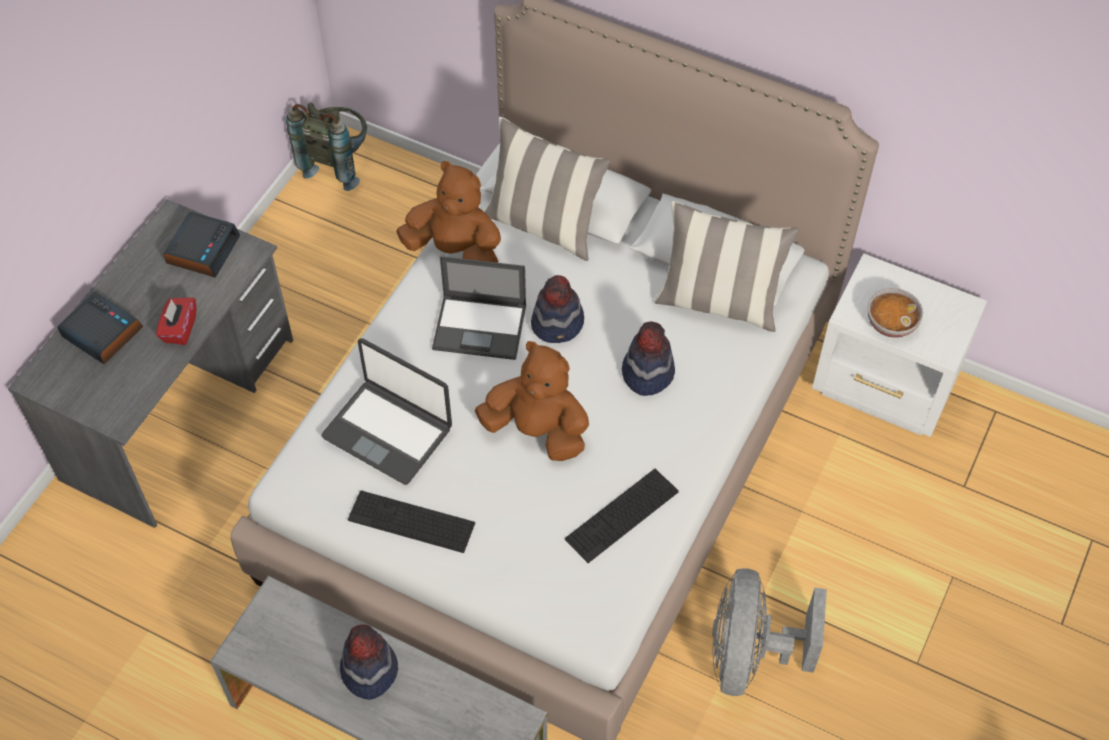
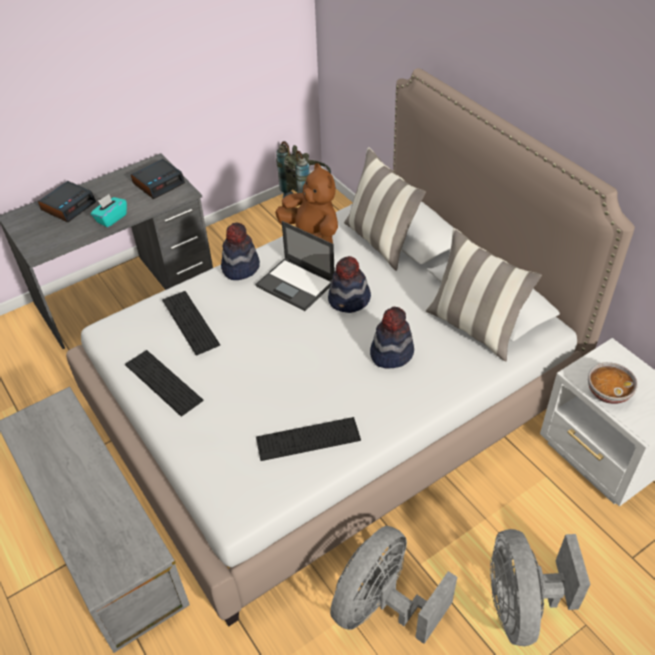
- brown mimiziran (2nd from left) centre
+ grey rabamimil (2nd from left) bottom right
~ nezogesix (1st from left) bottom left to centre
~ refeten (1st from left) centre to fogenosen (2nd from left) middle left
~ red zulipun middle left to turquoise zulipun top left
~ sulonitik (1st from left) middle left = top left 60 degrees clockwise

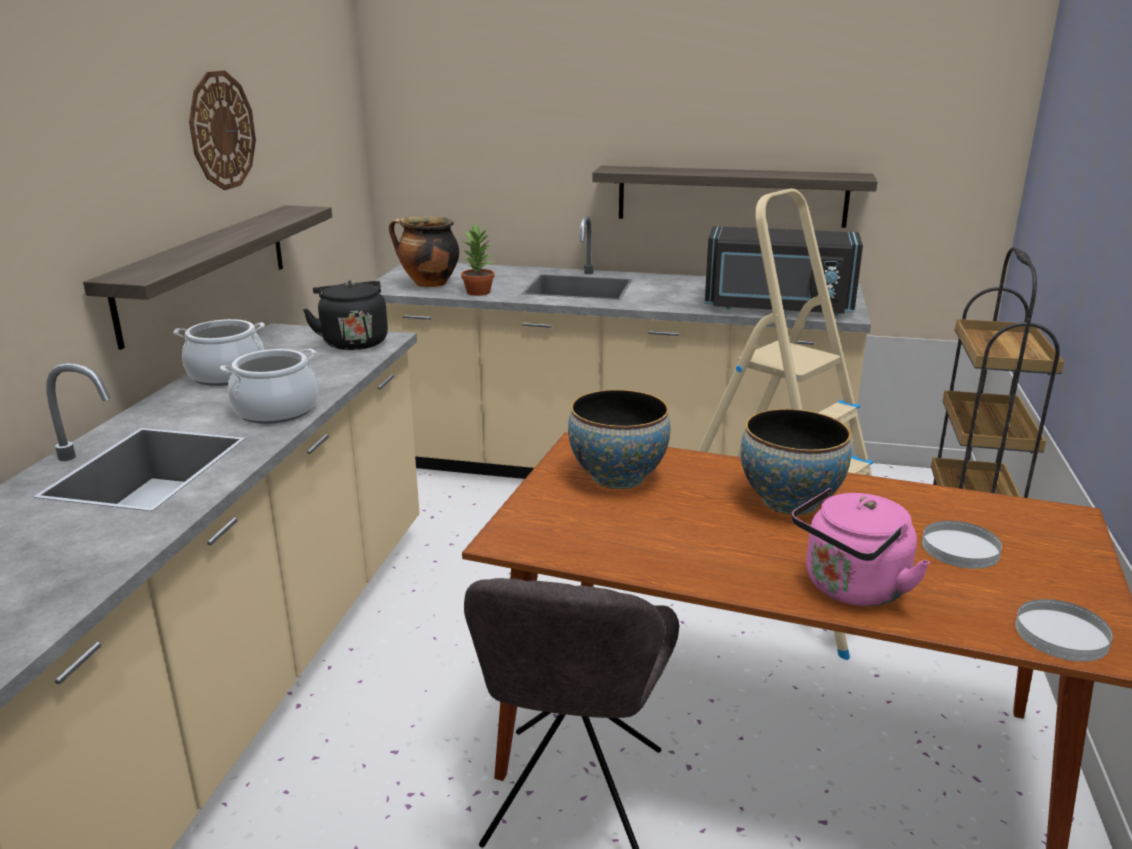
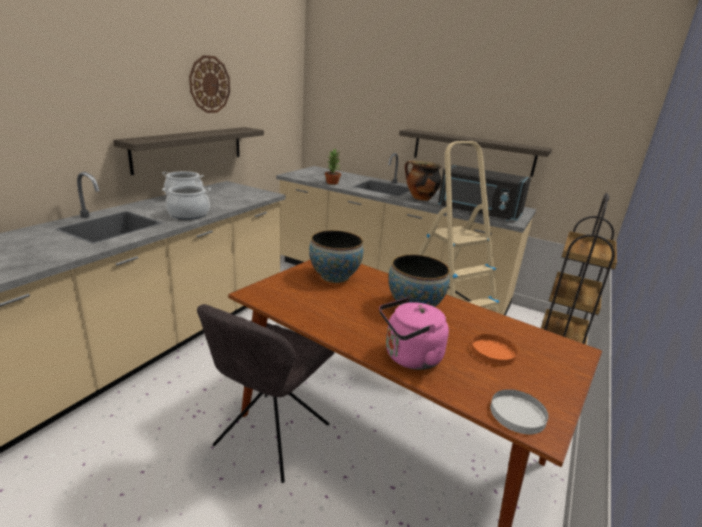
- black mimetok middle left
~ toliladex (3rd from left) top centre to centre
~ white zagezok (1st from left) middle right to orange zagezok middle right

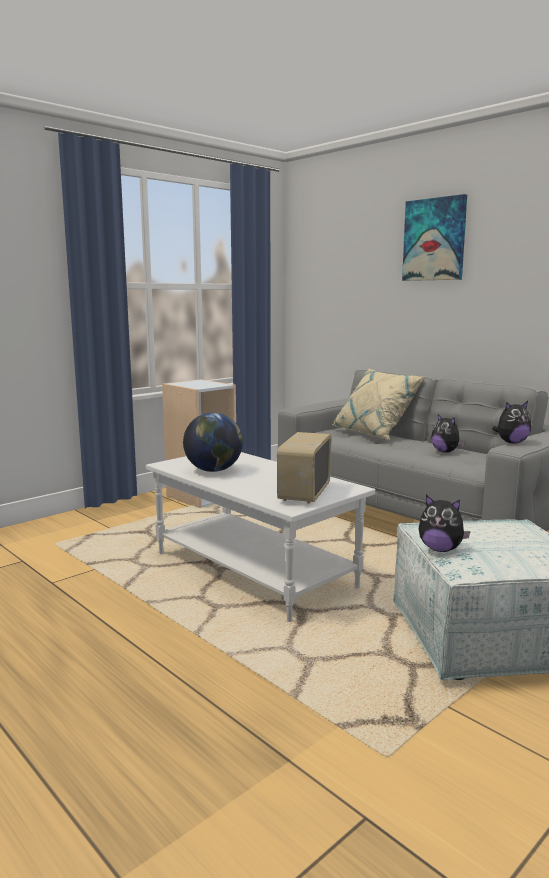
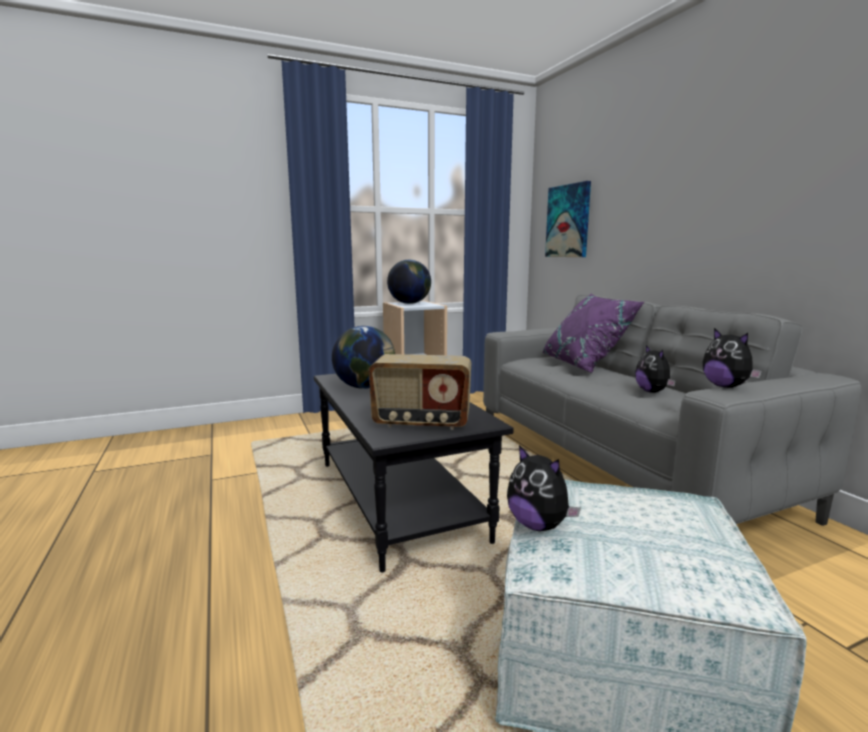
+ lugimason (2nd from left) centre
~ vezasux top right to top centre
~ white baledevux centre to black baledevux centre
~ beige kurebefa middle right to purple kurebefa middle right
~ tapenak centre = centre 120 degrees counterclockwise
~ mimiziran (3rd from left) middle right = middle right 60 degrees clockwise

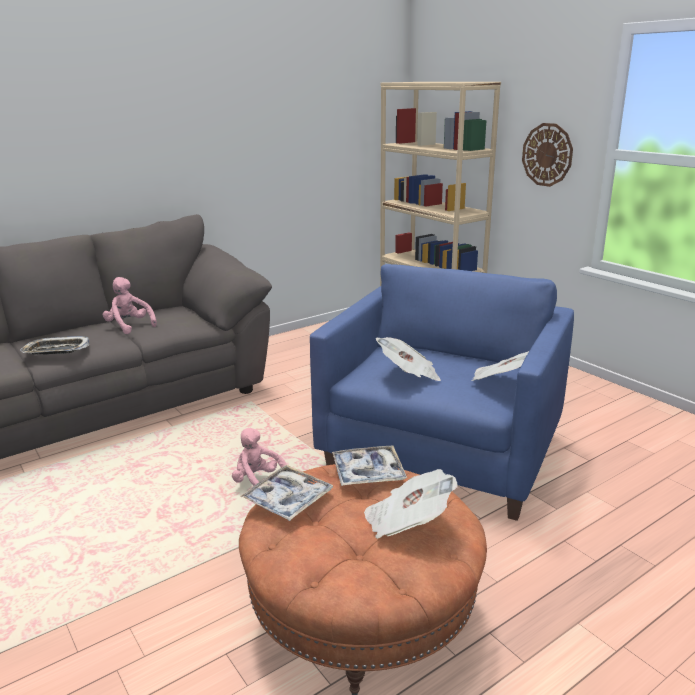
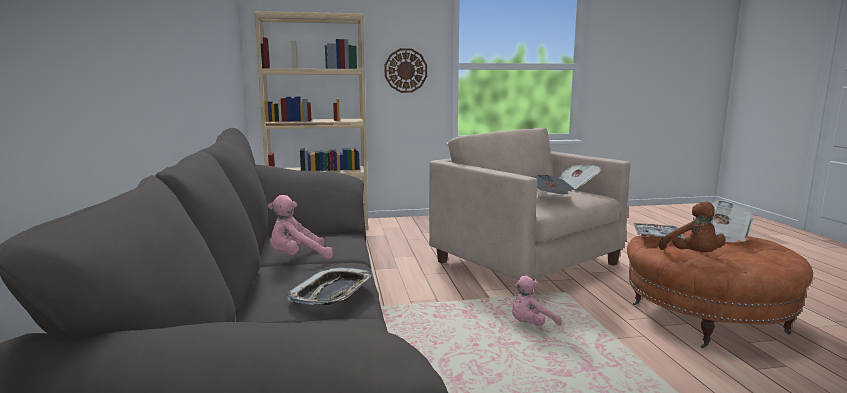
~ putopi (2nd from left) bottom centre to brown mimiziran middle right
~ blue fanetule centre to beige fanetule centre

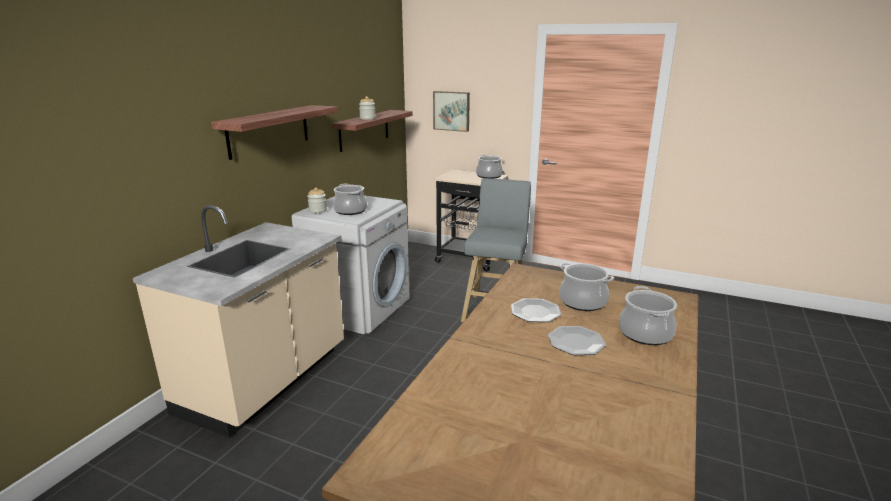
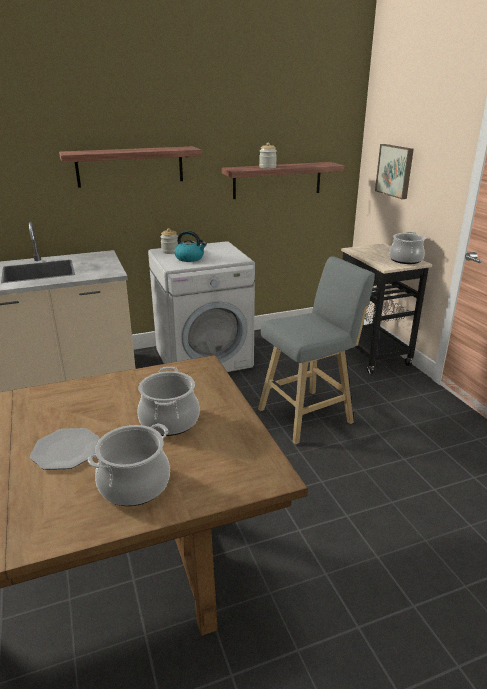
- zagezok (1st from left) centre
~ toliladex (1st from left) centre to mimetok centre

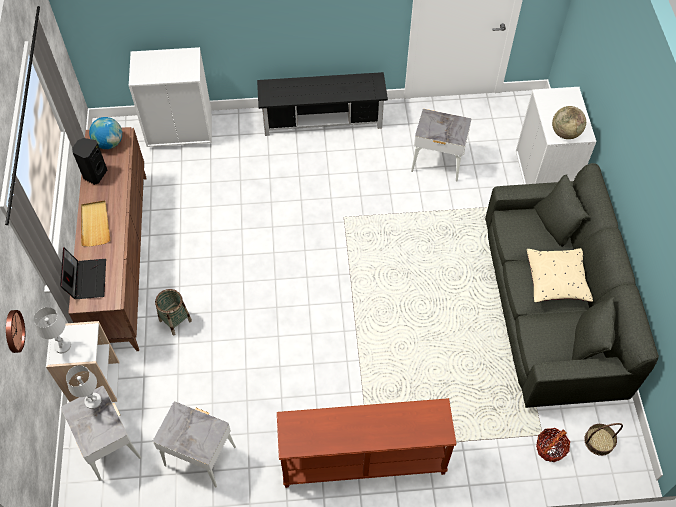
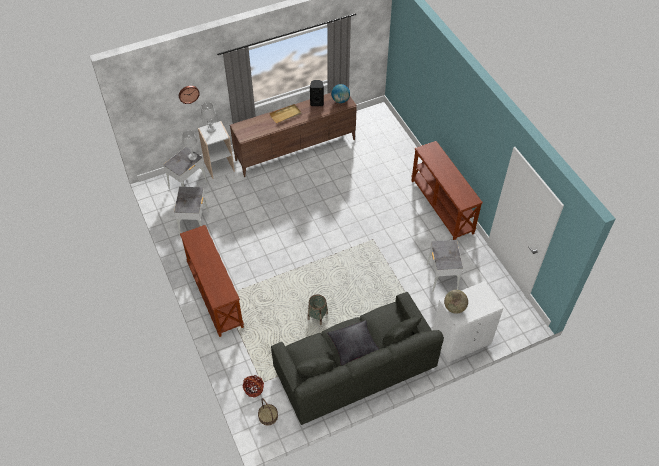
- refeten middle left
- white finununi (1st from left) top left
~ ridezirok (1st from left in the first image) middle left to ridezirok (3rd from left) centre
~ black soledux top centre to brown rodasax (2nd from left) middle right
~ beige kurebefa middle right to black kurebefa bottom centre

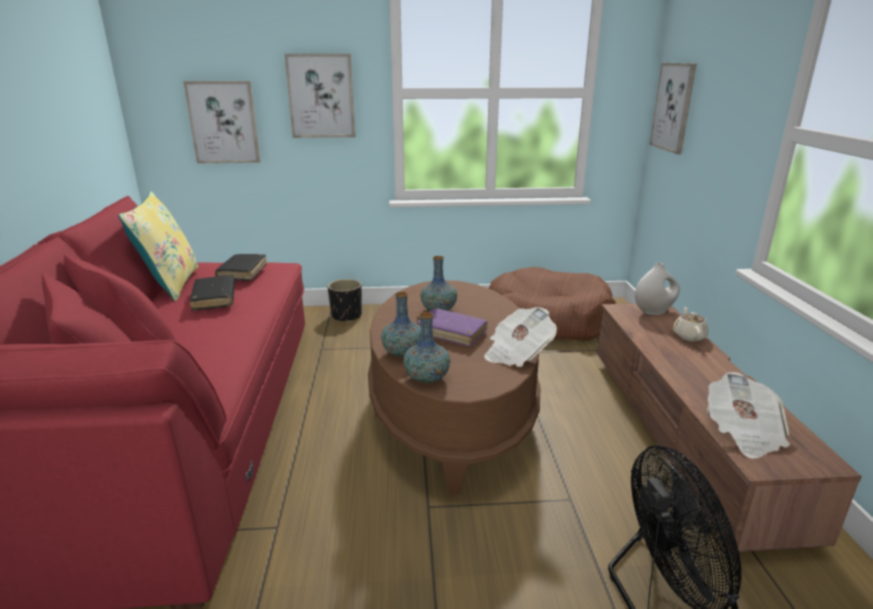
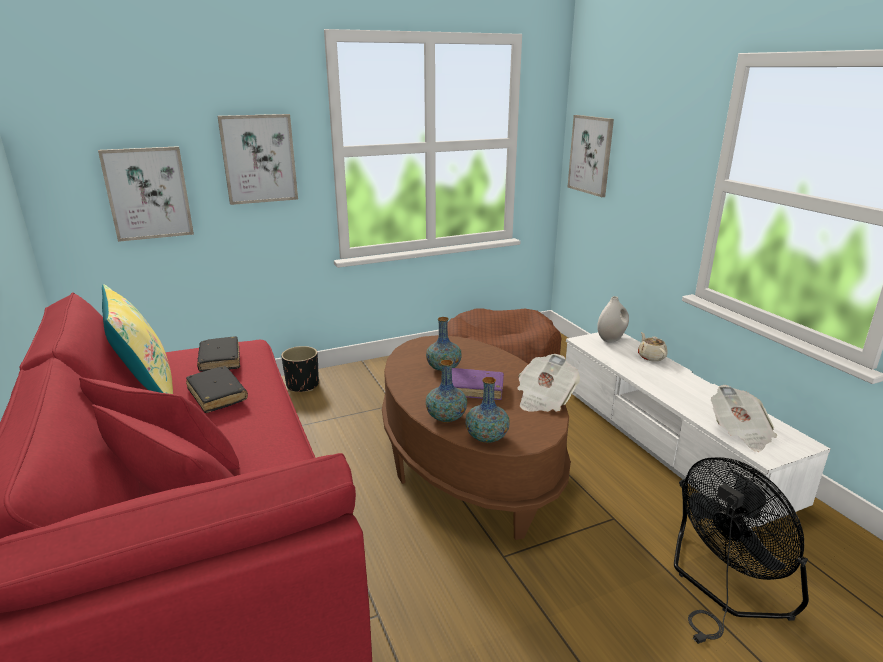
~ brown soledux bottom right to white soledux middle right

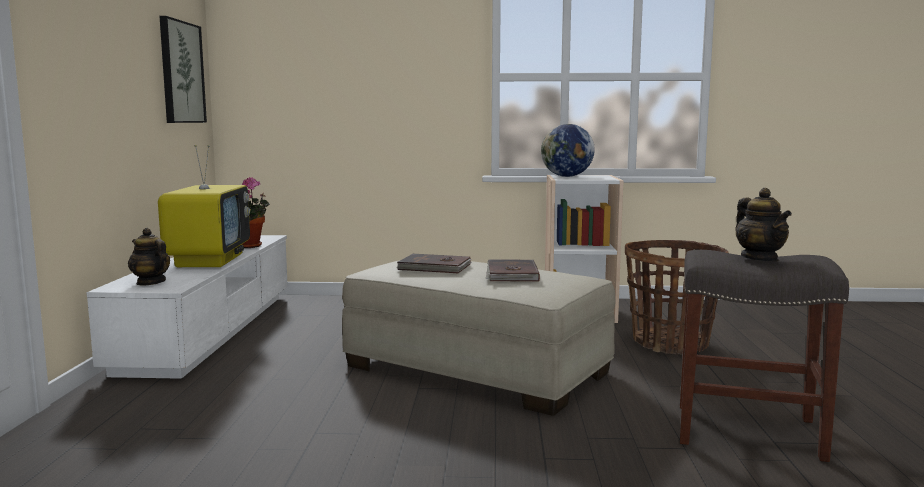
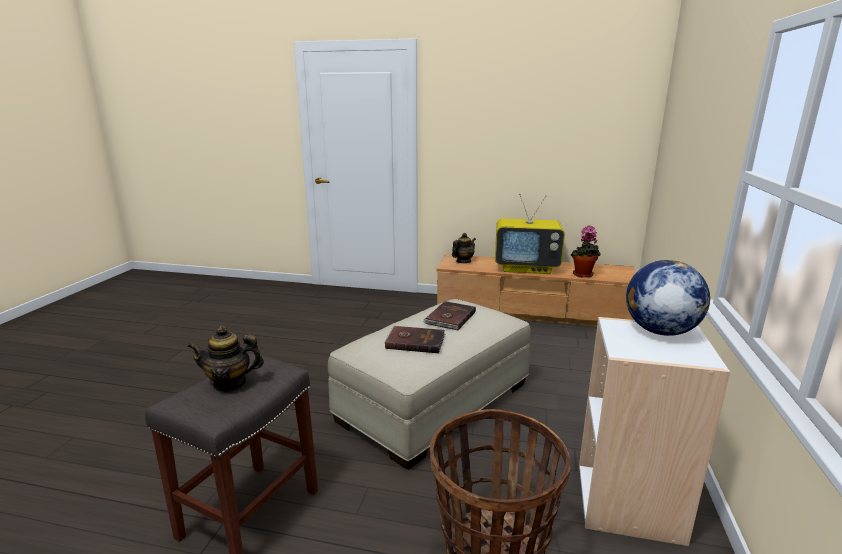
- vezasux top left
~ white soledux middle left to brown soledux centre

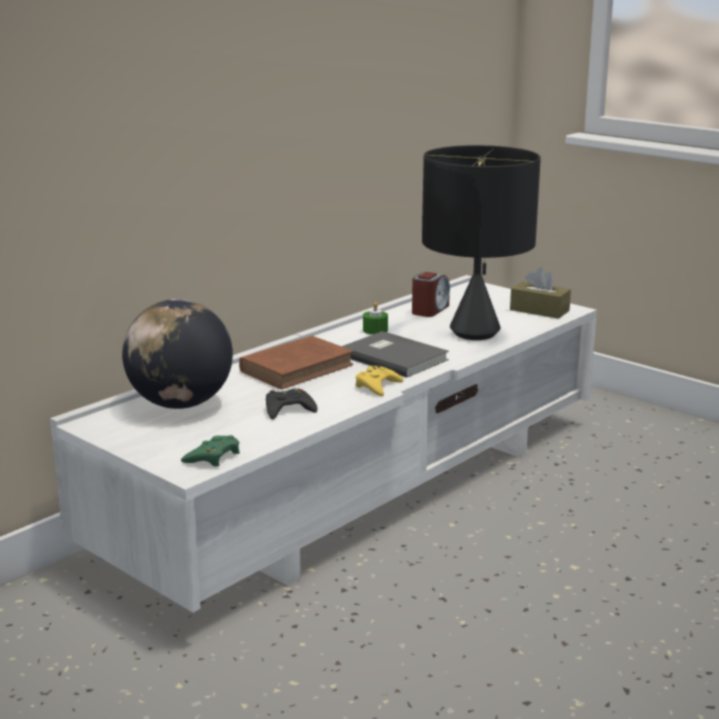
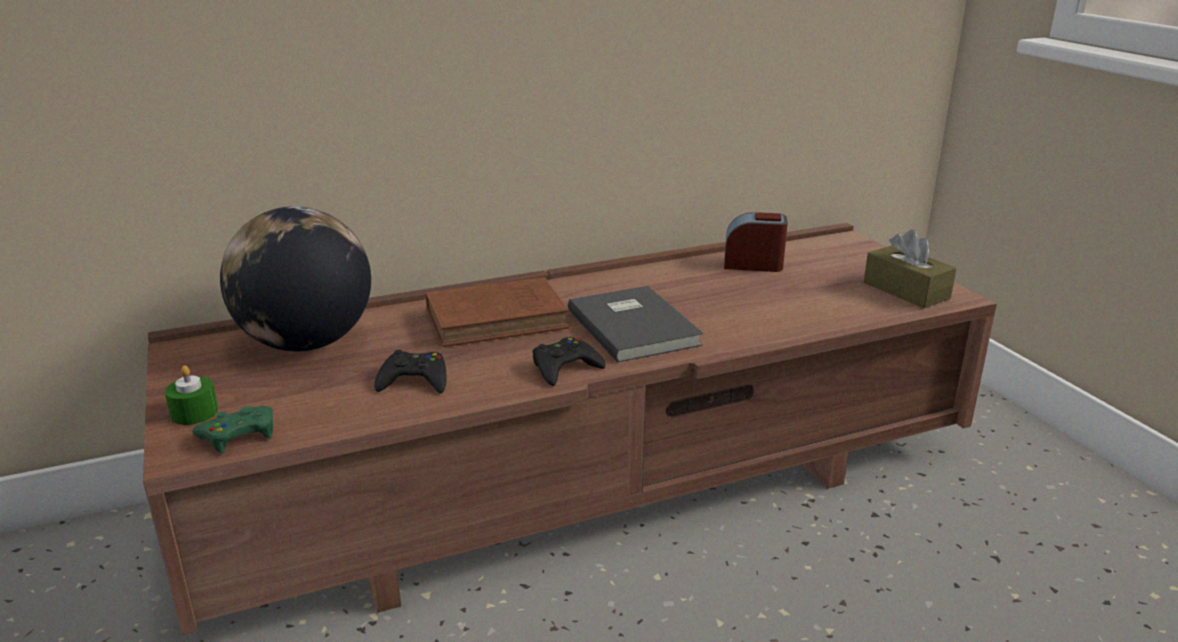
- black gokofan middle right
~ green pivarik centre to middle left
~ white soledux centre to brown soledux bottom centre
~ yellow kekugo centre to black kekugo (2nd from left) centre
~ sulonitik centre = centre 135 degrees counterclockwise

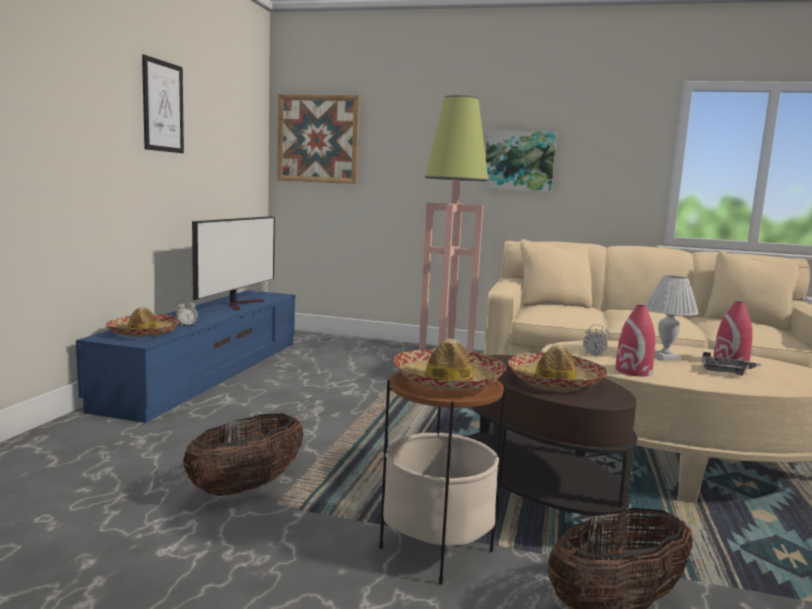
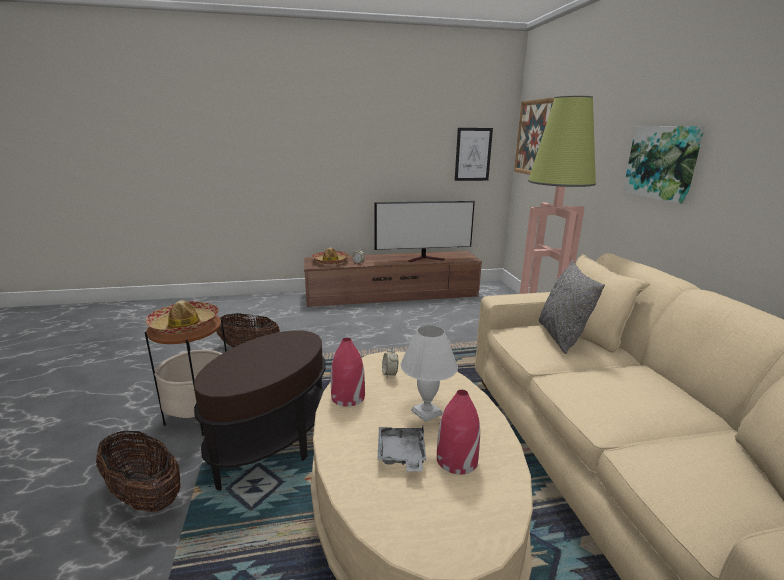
- nezogesix (3rd from left) middle right
+ grey kurebefa middle right
~ vezasux (1st from left) top left to top centre
~ blue soledux middle left to brown soledux centre

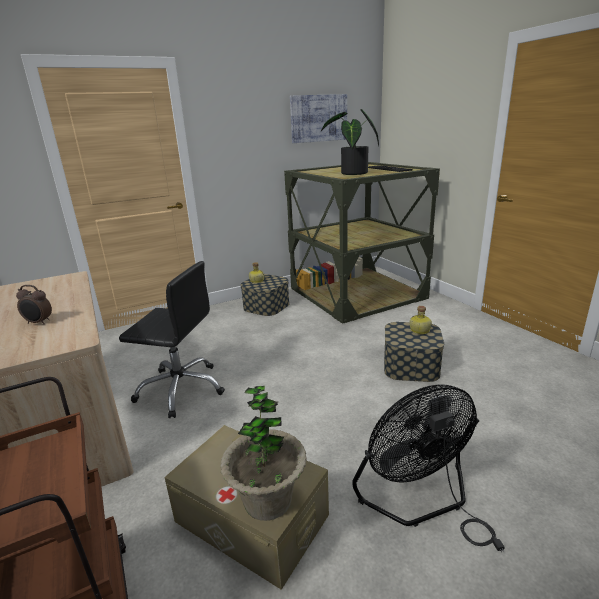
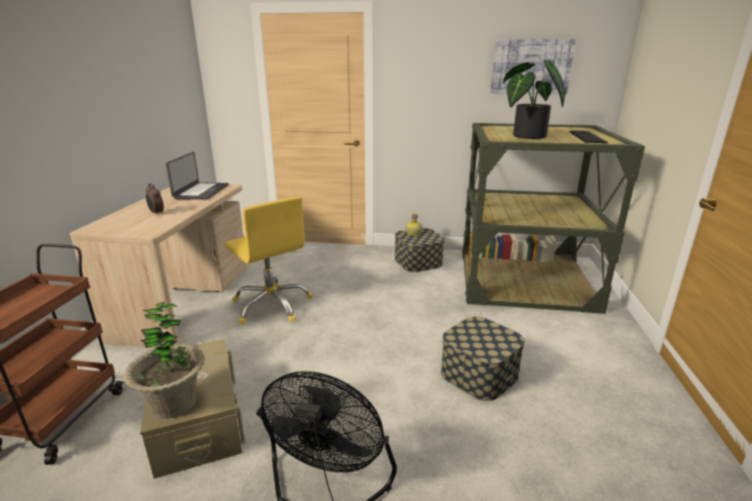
- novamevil (2nd from left) middle right
+ refeten middle left
~ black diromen middle left to yellow diromen centre

